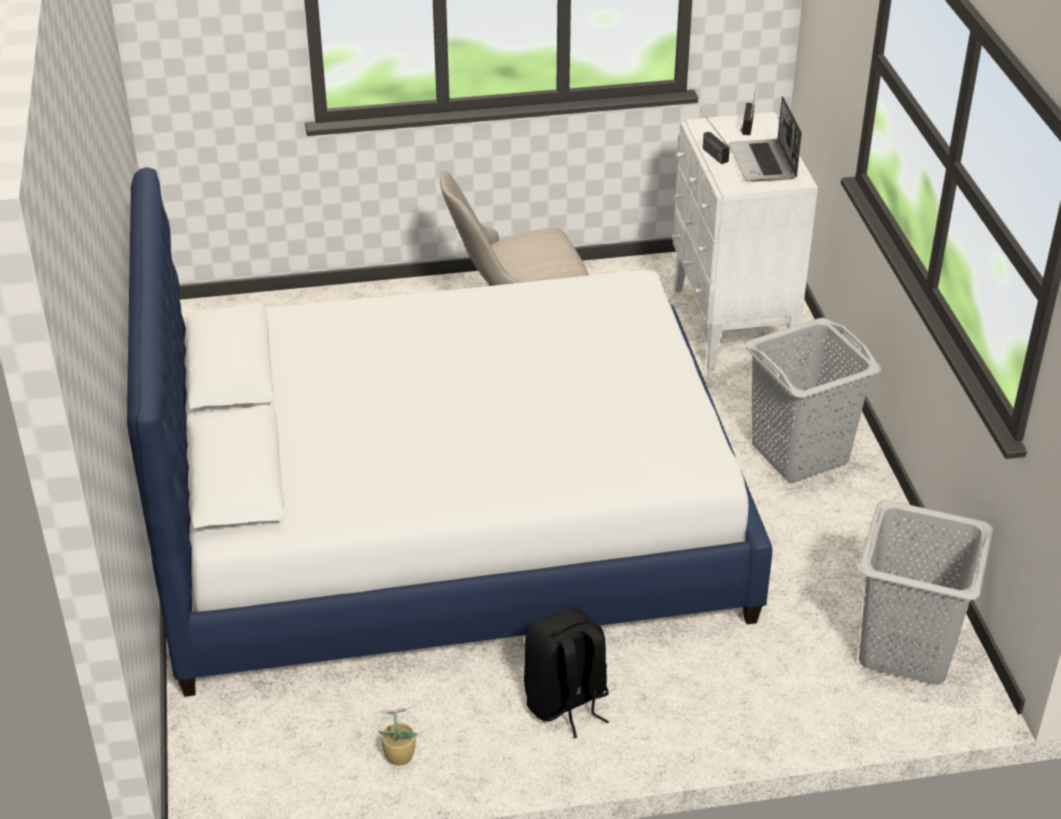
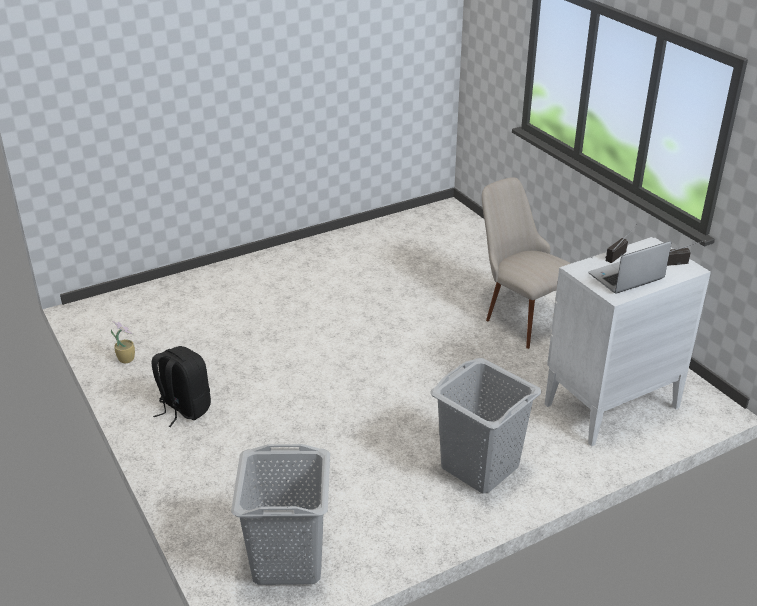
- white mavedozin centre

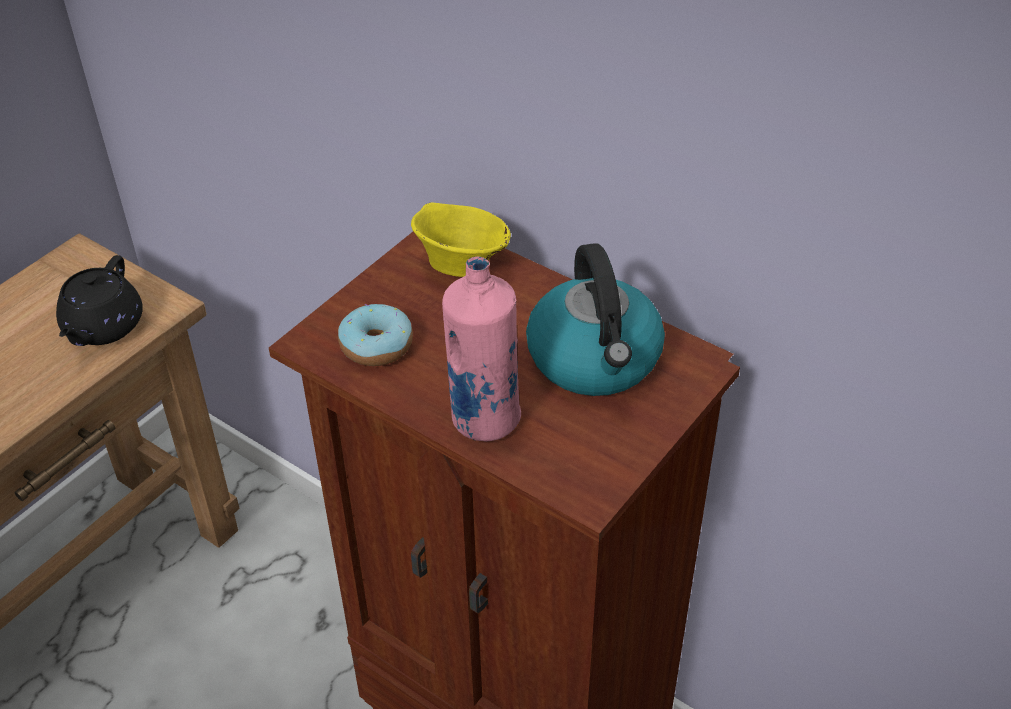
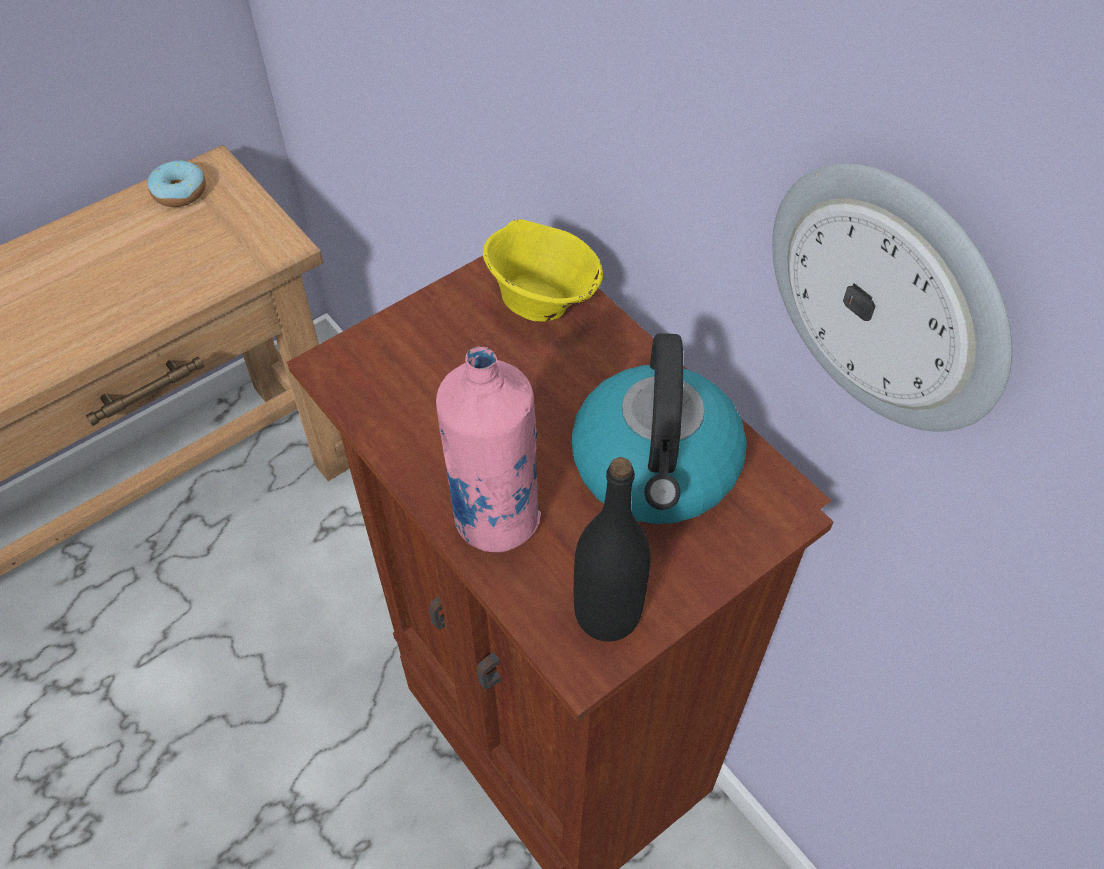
- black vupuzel middle left
+ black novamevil centre
+ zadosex middle right
~ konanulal centre to top left

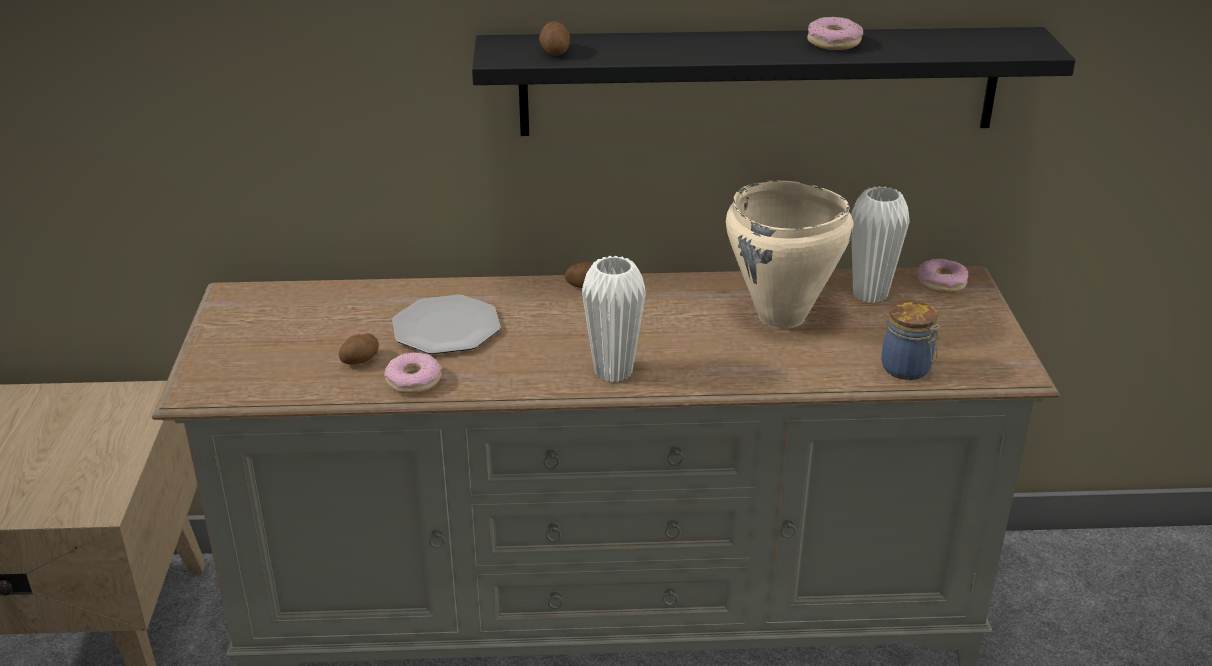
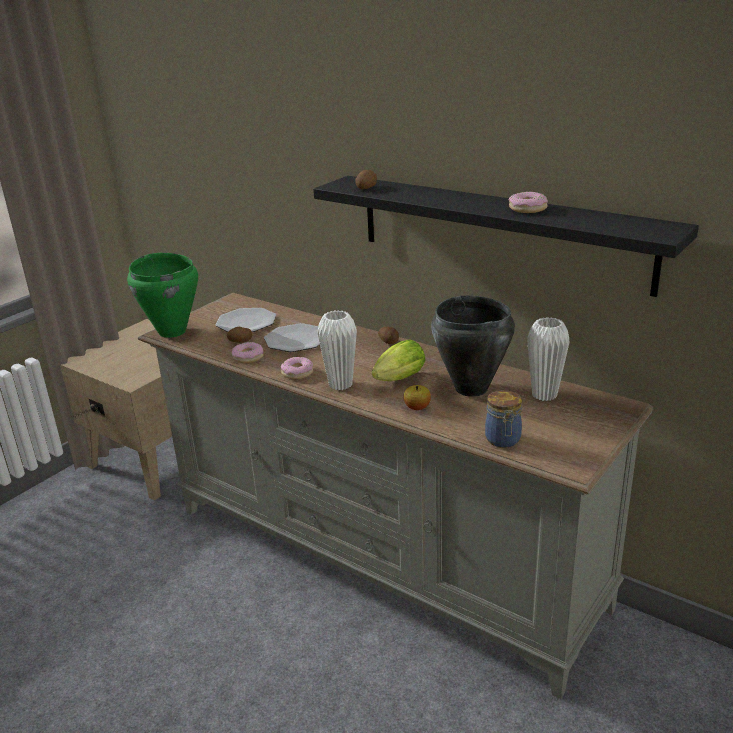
+ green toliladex middle left
+ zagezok (1st from left) centre
+ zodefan centre
+ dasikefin centre
~ konanulal (3rd from left in the first image) middle right to konanulal (2nd from left) centre
~ beige toliladex centre to black toliladex centre

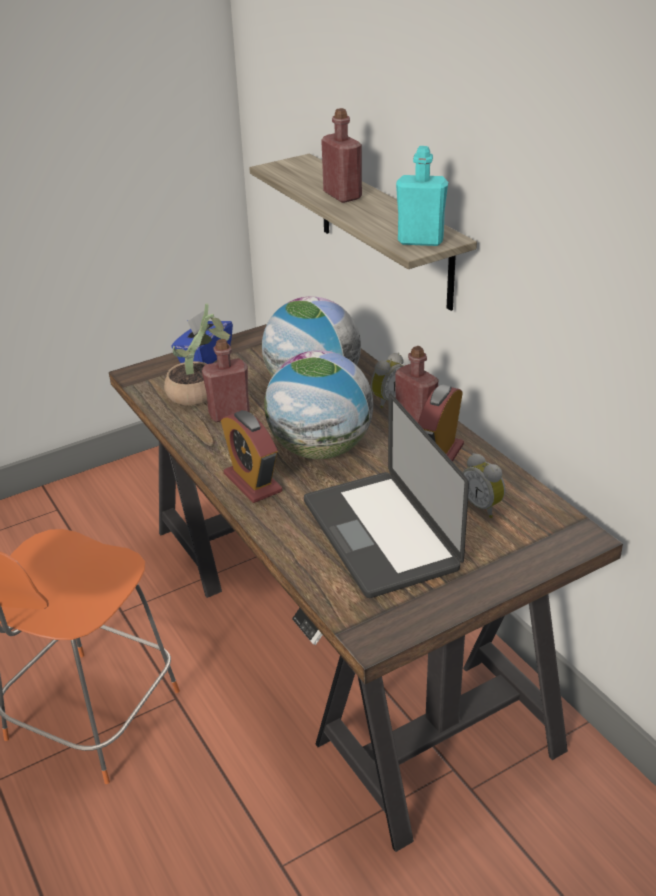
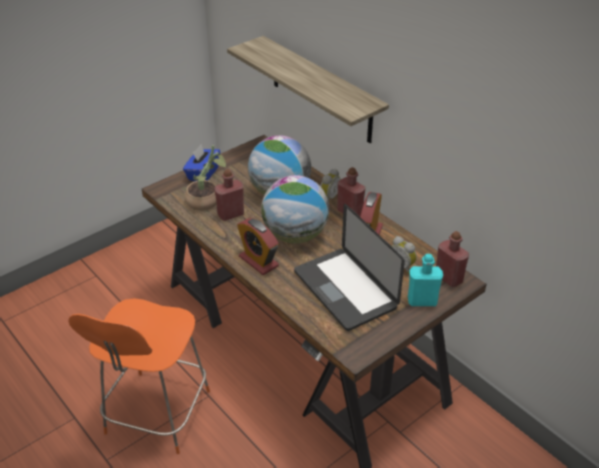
~ red novamevil (2nd from left in the first image) top centre to red novamevil (3rd from left) middle right
~ turquoise novamevil top centre to middle right

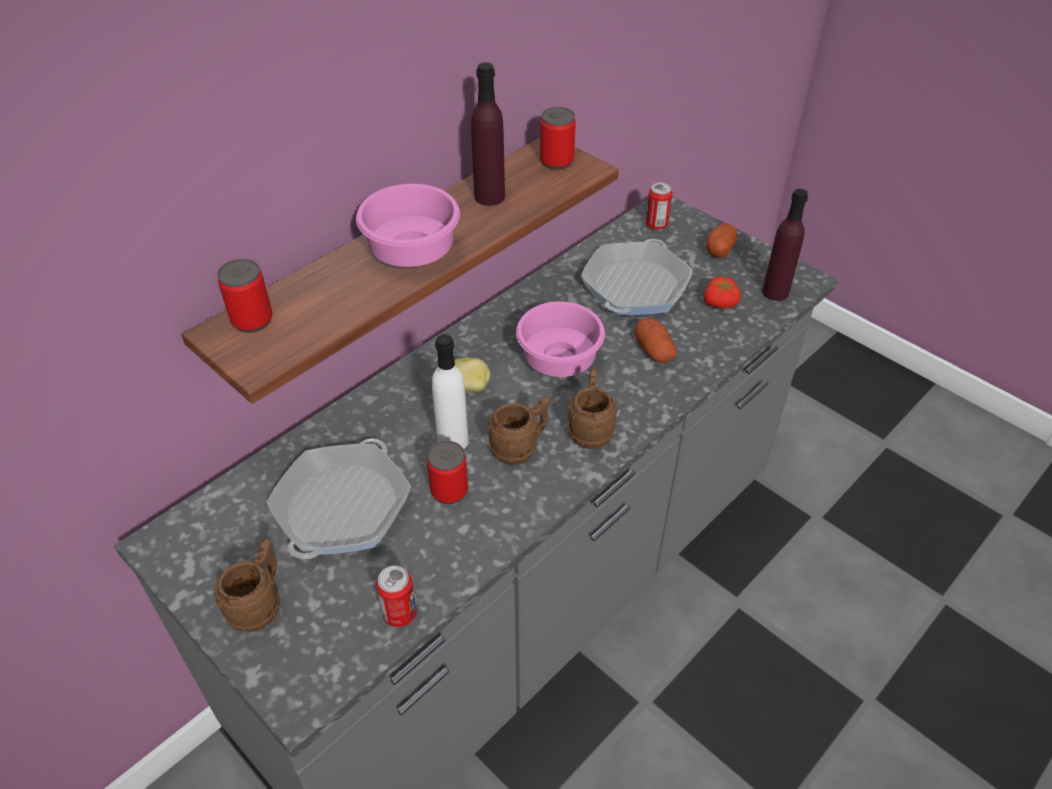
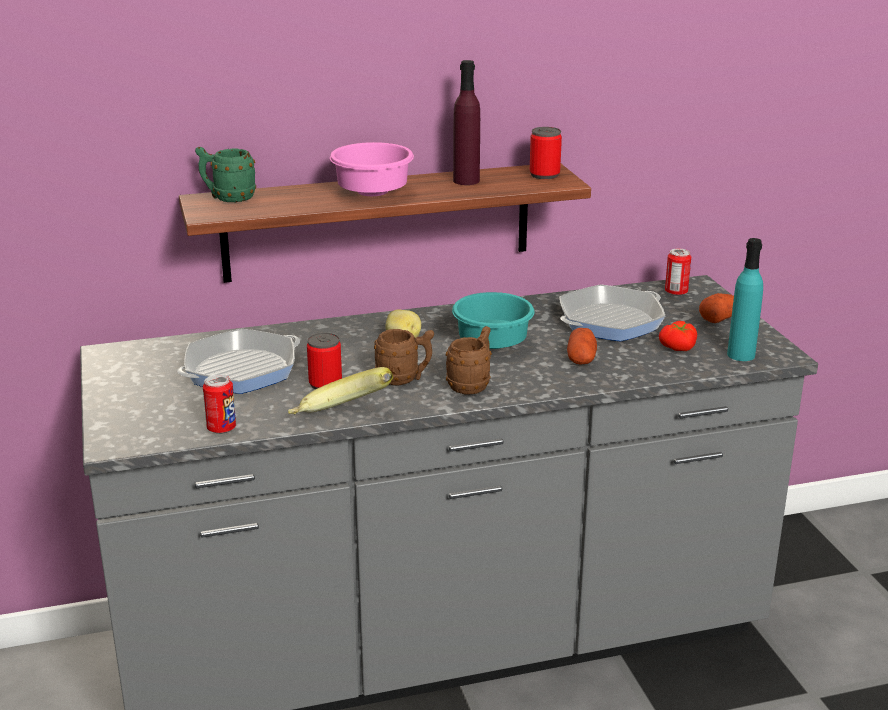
- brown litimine (1st from left) bottom left
- white novamevil centre
+ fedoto centre
~ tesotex (1st from left) middle left to green litimine top left
~ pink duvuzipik (2nd from left) centre to turquoise duvuzipik centre
~ purple novamevil (2nd from left) top right to turquoise novamevil middle right

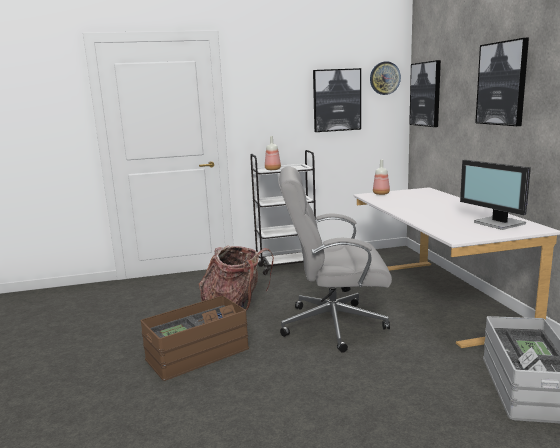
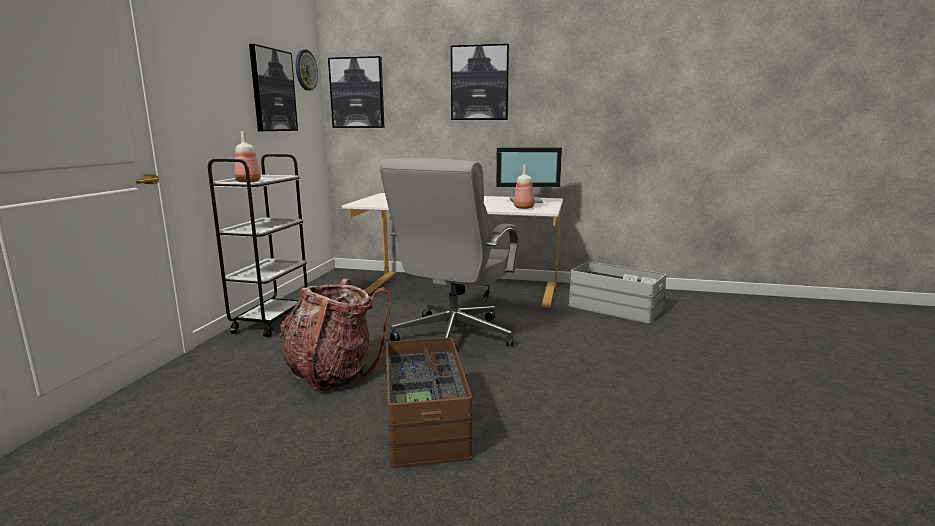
~ novamevil (2nd from left) middle right to centre

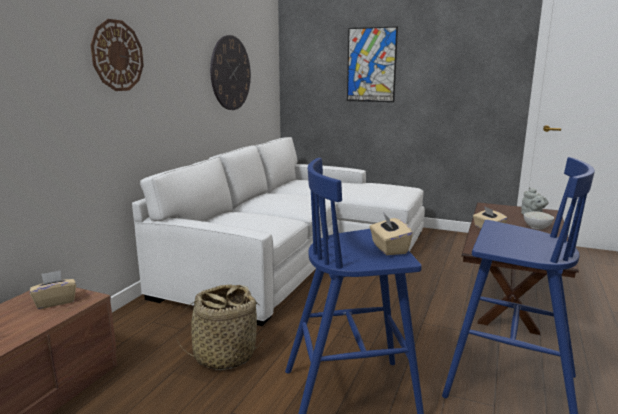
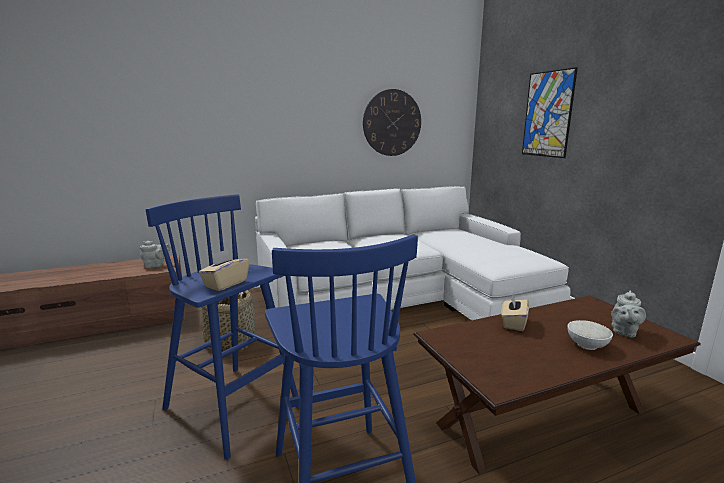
- zadosex (1st from left) top left
~ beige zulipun (1st from left) bottom left to grey vupuzel (1st from left) middle left

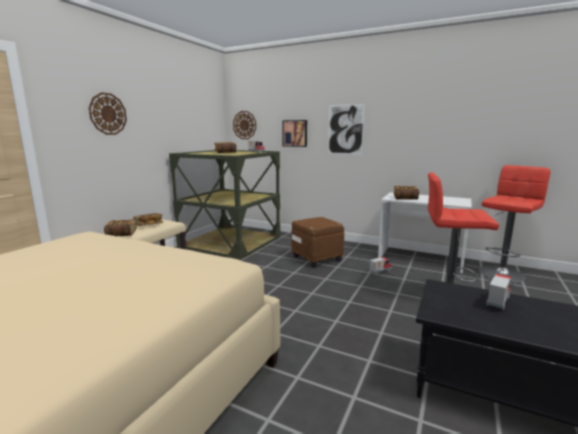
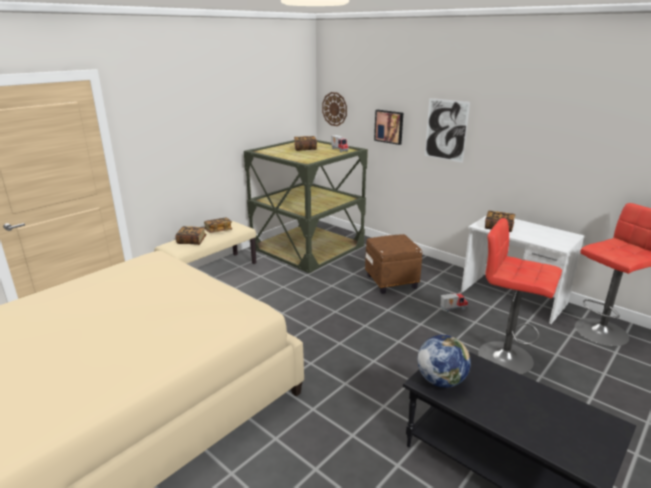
- zadosex (1st from left) top left
- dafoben (3rd from left) bottom right
+ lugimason bottom right

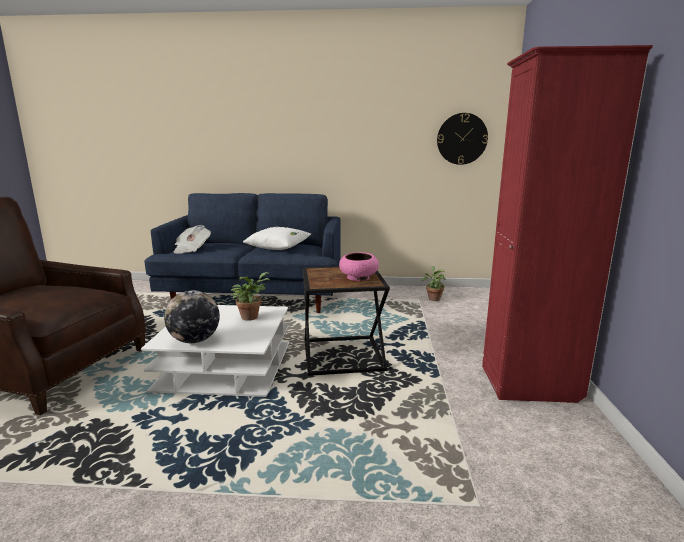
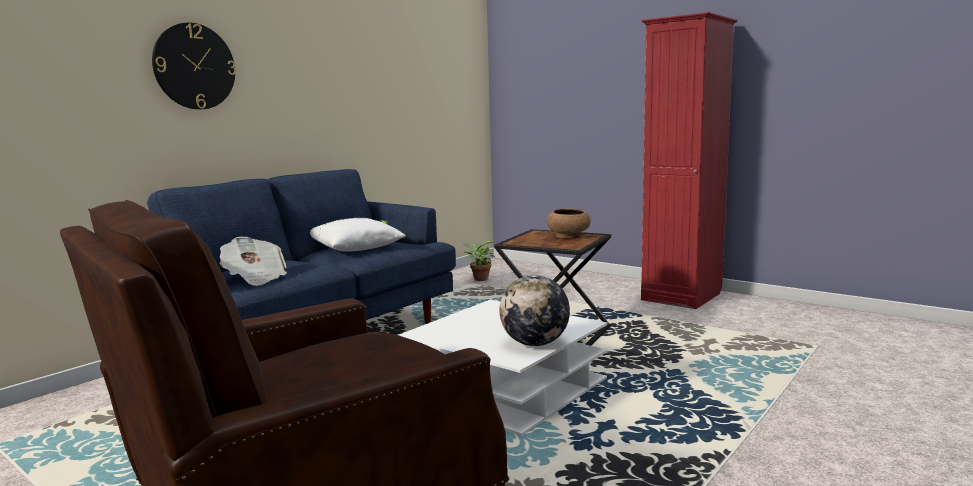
- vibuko (1st from left) centre
~ zadosex top right to top left
~ pink duvuzipik centre to brown duvuzipik centre

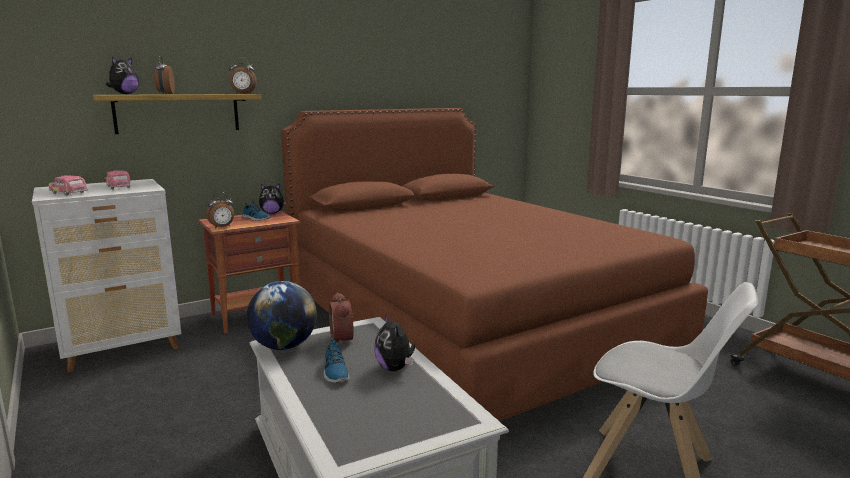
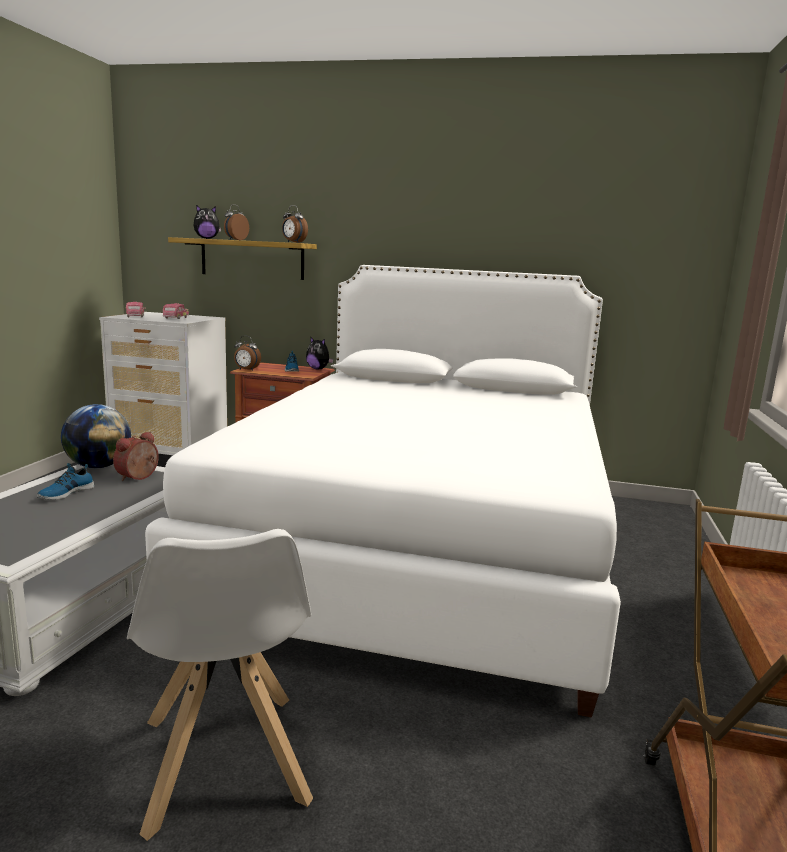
- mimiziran (3rd from left) bottom centre
~ brown mavedozin centre to white mavedozin centre

